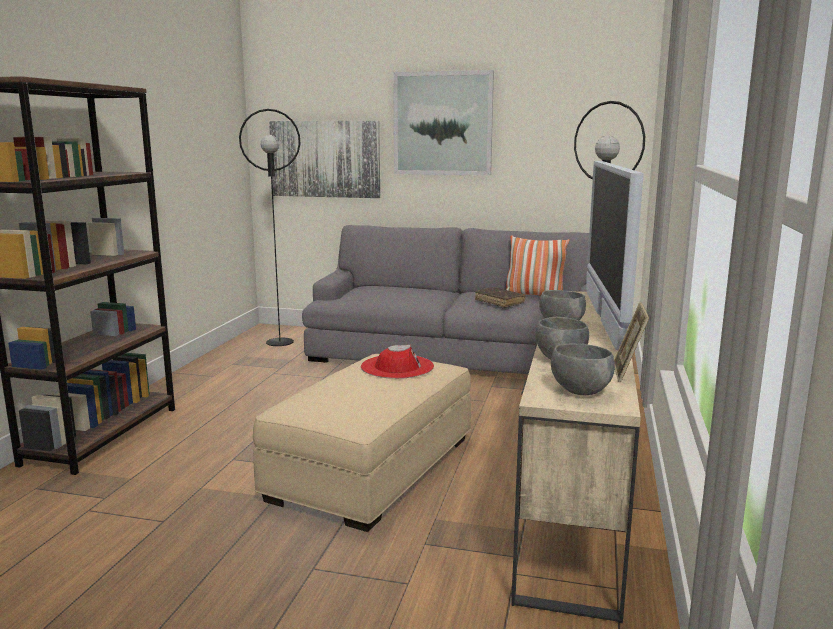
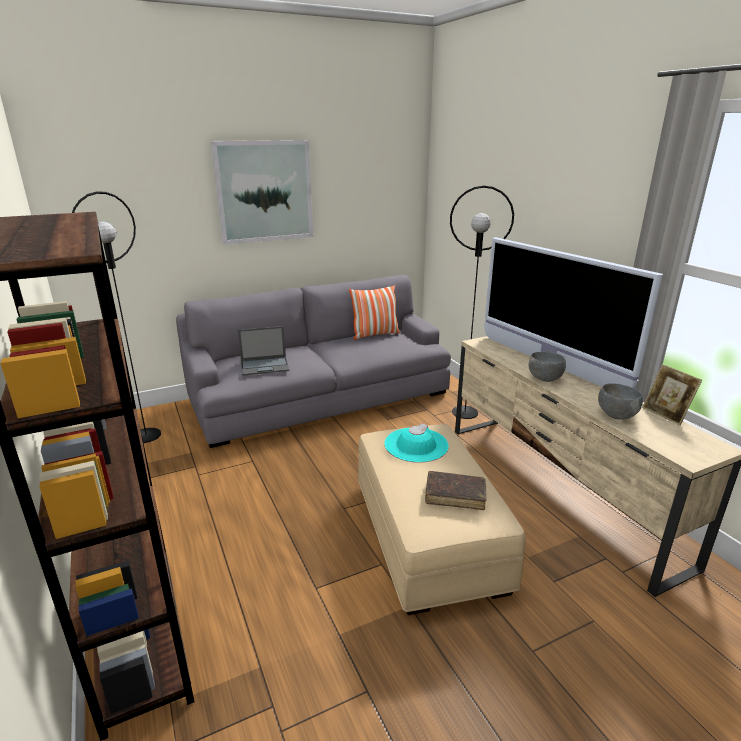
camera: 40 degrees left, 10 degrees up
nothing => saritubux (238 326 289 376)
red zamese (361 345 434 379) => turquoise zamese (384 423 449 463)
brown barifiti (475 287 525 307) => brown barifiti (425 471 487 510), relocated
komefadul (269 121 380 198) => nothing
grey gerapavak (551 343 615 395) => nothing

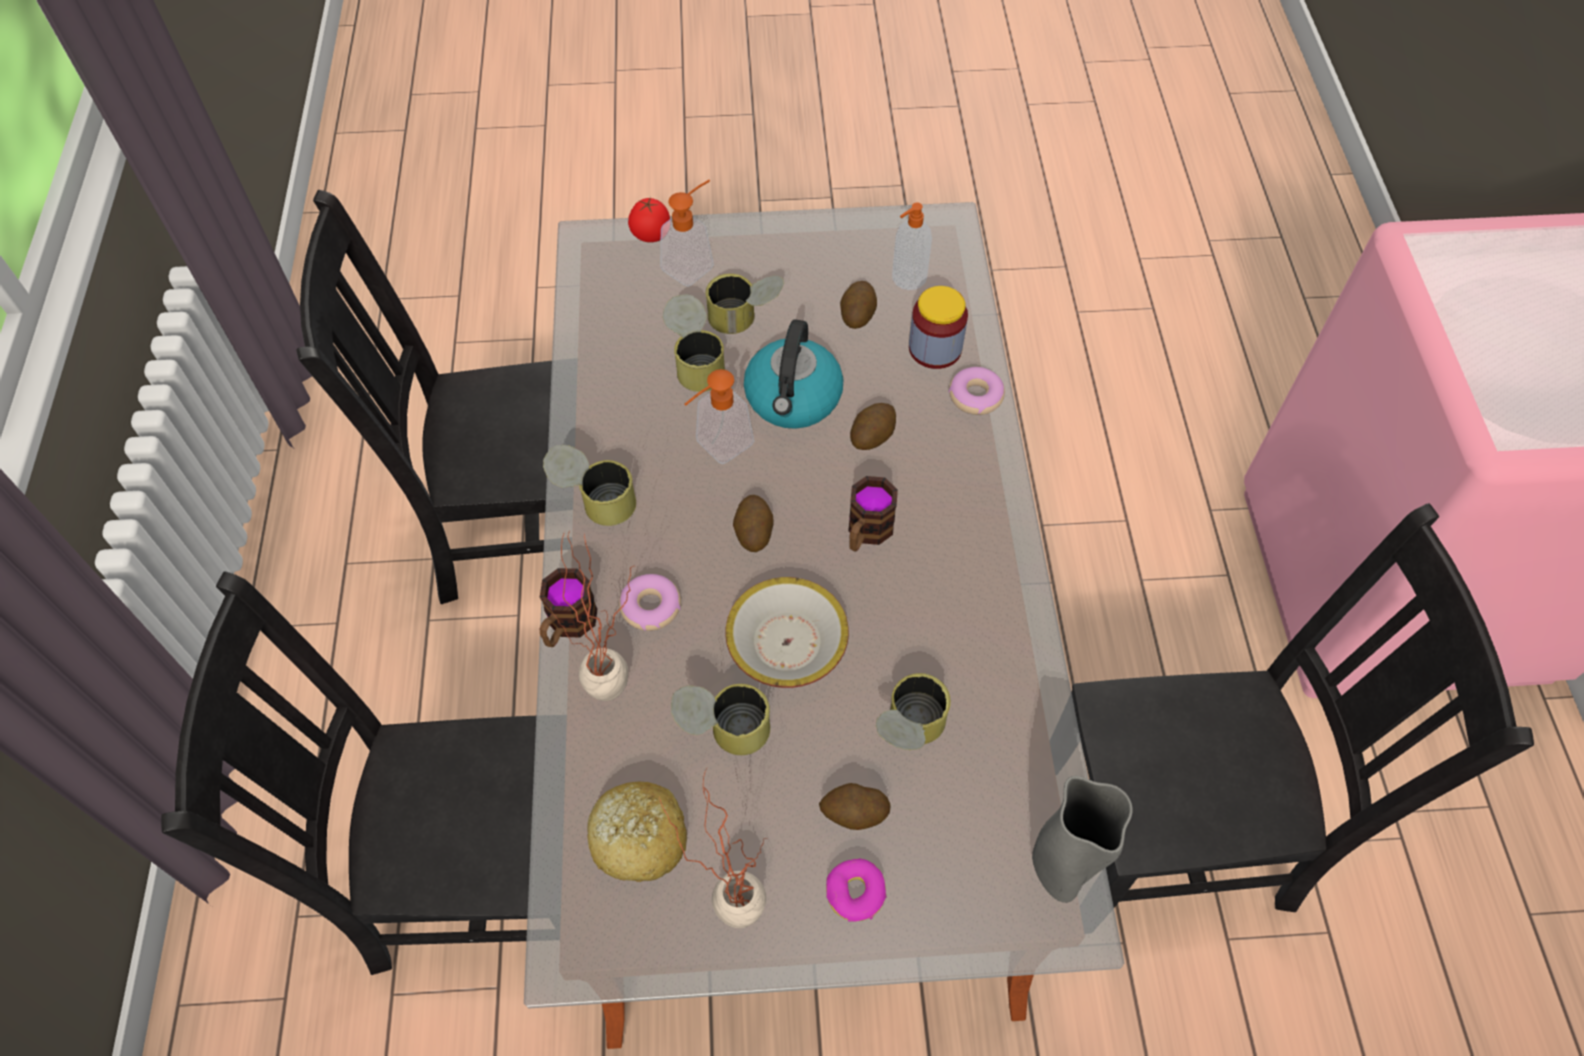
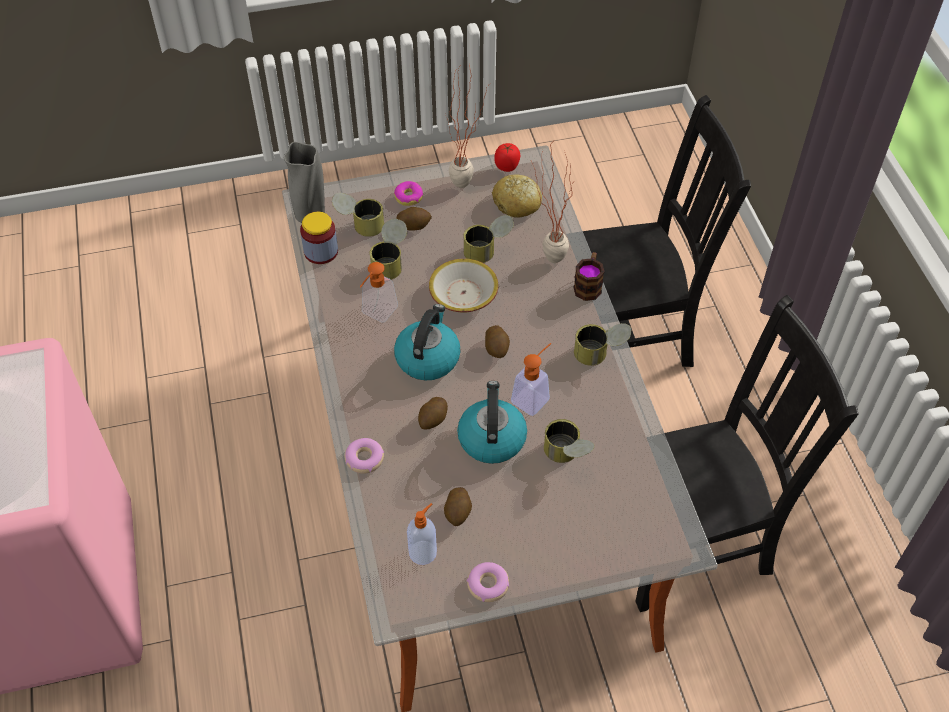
camera: 170 degrees right, 5 degrees down
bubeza (909 286 968 369) => bubeza (300 212 338 264), relocated
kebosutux (706 274 784 334) => kebosutux (332 193 384 237), relocated
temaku (660 180 714 287) => temaku (360 262 398 323), relocated
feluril (848 476 898 552) => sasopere (394 304 460 381)
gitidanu (619 574 681 631) => gitidanu (467 562 509 602), relocated
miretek (628 197 670 242) => miretek (494 143 520 172), relocated
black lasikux (1072 503 1534 912) => nothing

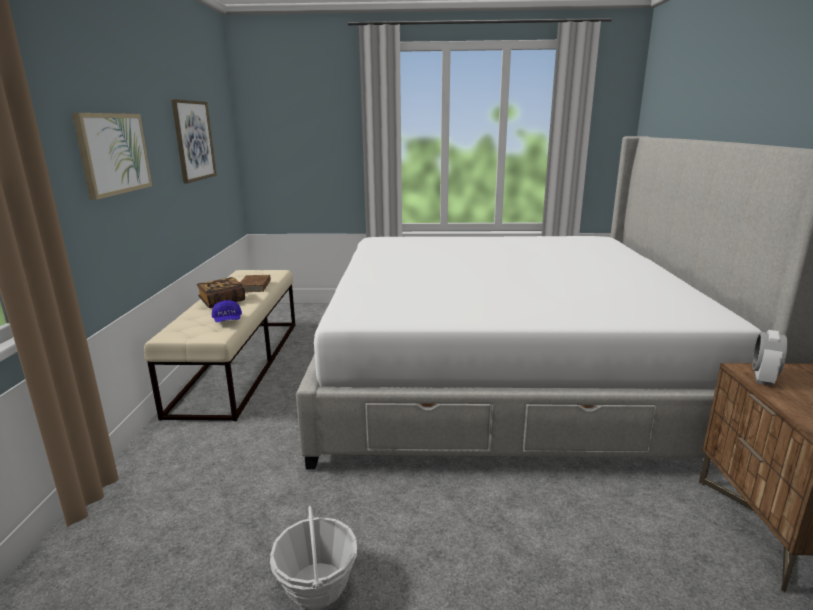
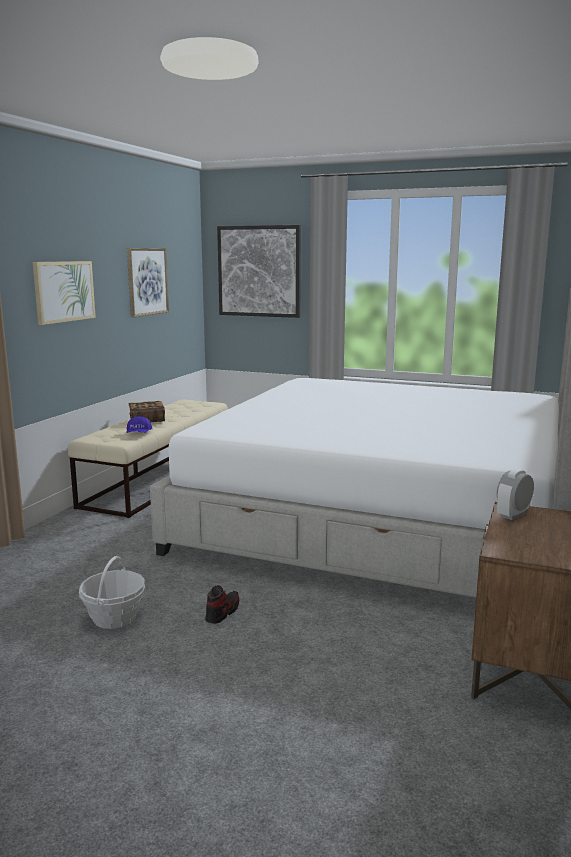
camera: 20 degrees right, 5 degrees down
nothing => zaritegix (205 585 239 624)
nothing => komefadul (217 225 301 318)
brown barifiti (240 275 271 292) => nothing

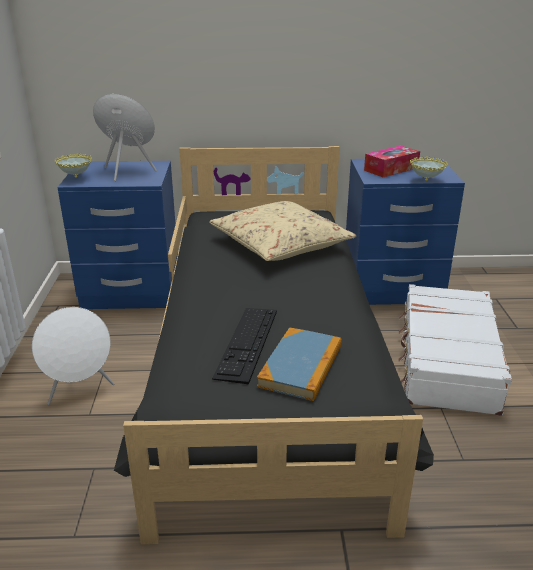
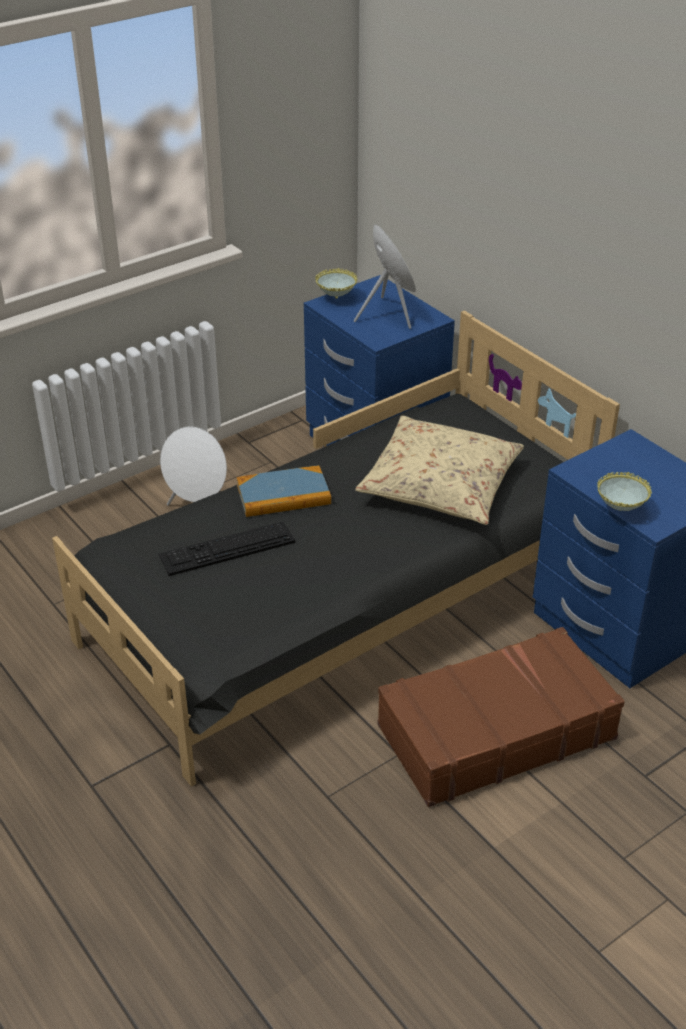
camera: 55 degrees right, 10 degrees up
barifiti (257 327 342 401) => barifiti (236 465 331 517), relocated
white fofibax (398 284 512 416) => brown fofibax (378 627 625 807)
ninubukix (364 146 420 177) => nothing

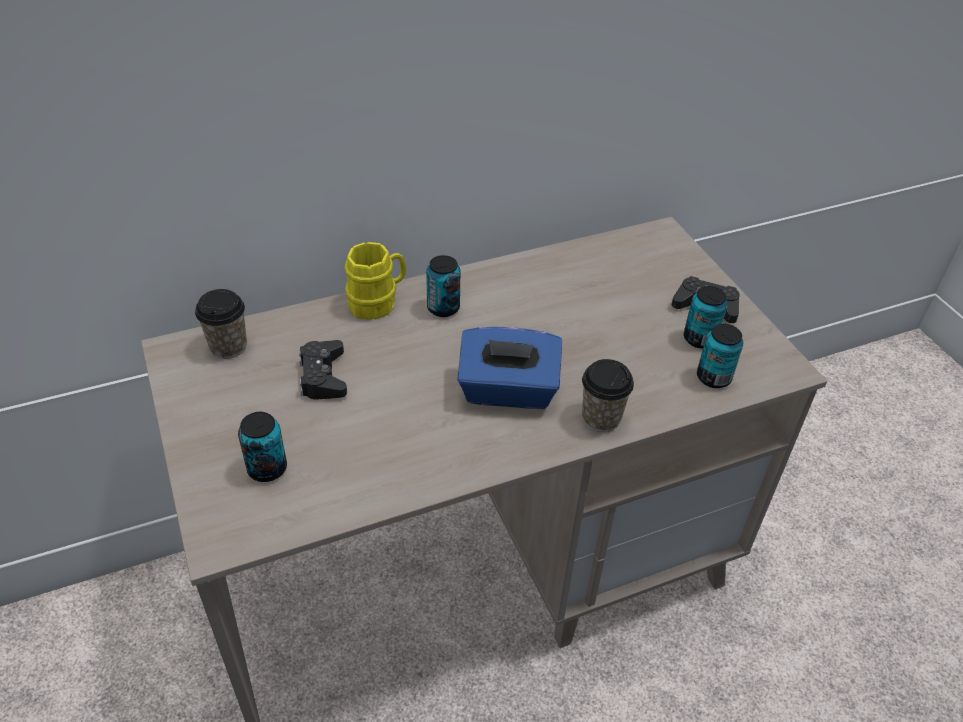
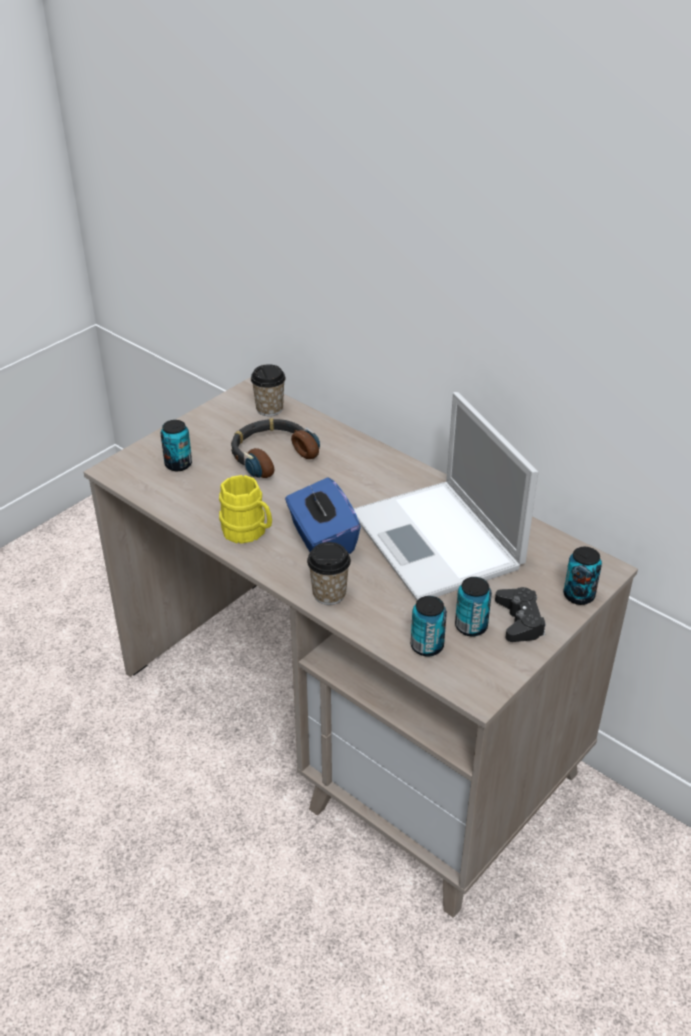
camera: 65 degrees right, 5 degrees down
yellow feluril (344 242 406 320) => yellow feluril (219 475 272 544), relocated
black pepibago (299 340 347 400) => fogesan (231 418 320 478)
nothing => saritubux (353 392 538 601)
kebosutux (426 255 460 317) => kebosutux (563 547 602 605), relocated

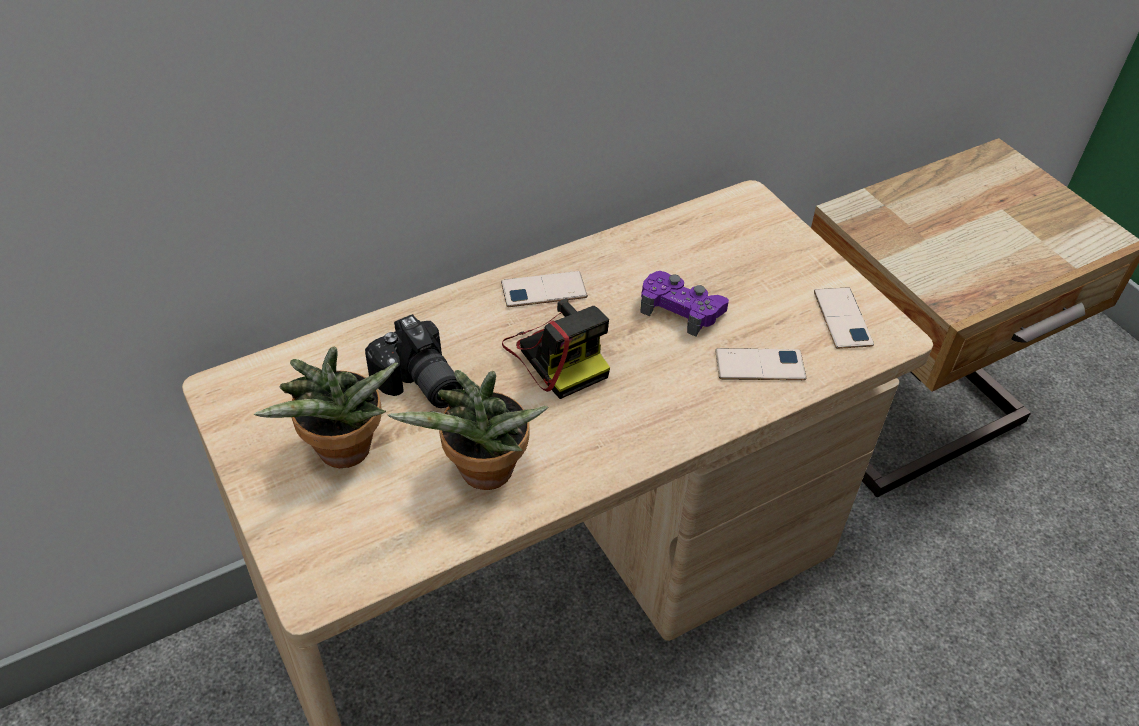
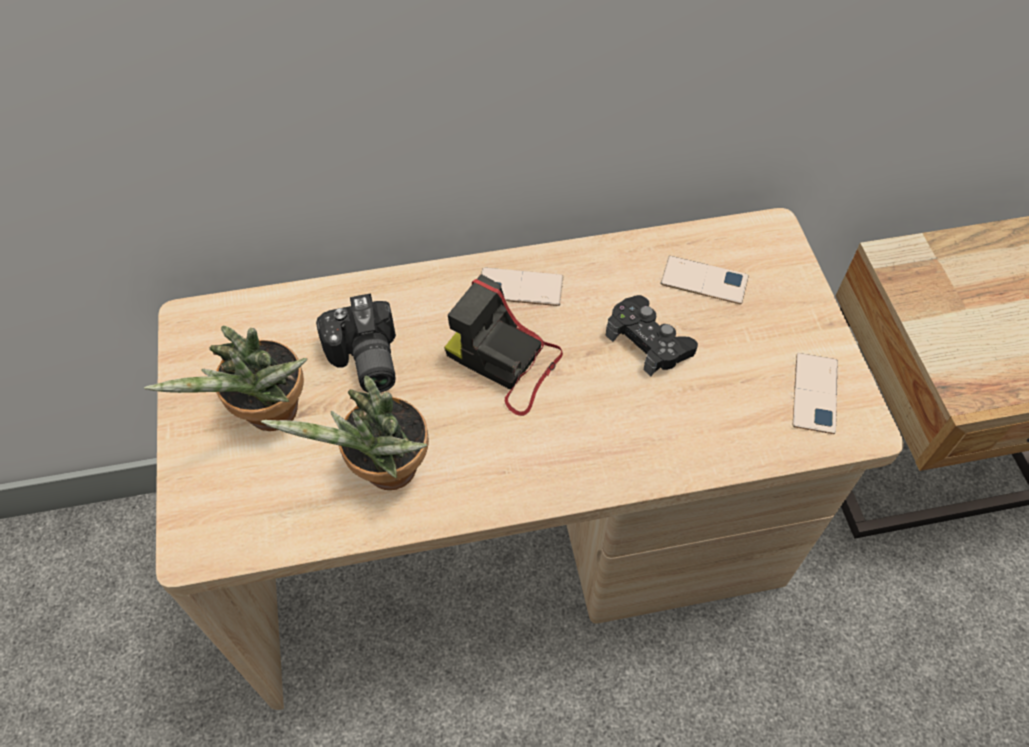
camera: 20 degrees right, 10 degrees up
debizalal (502 298 610 399) => debizalal (444 274 563 416), 135 degrees clockwise
purple pepibago (640 271 729 337) => black pepibago (606 295 698 376)
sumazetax (715 348 806 380) => sumazetax (660 256 749 304), relocated

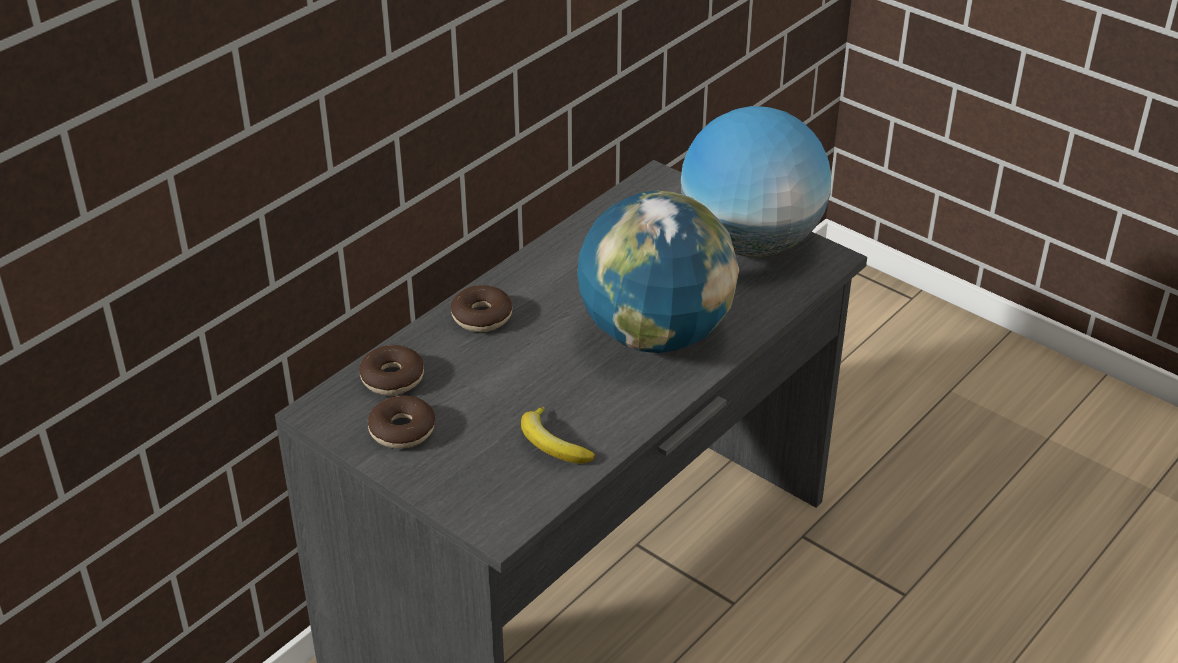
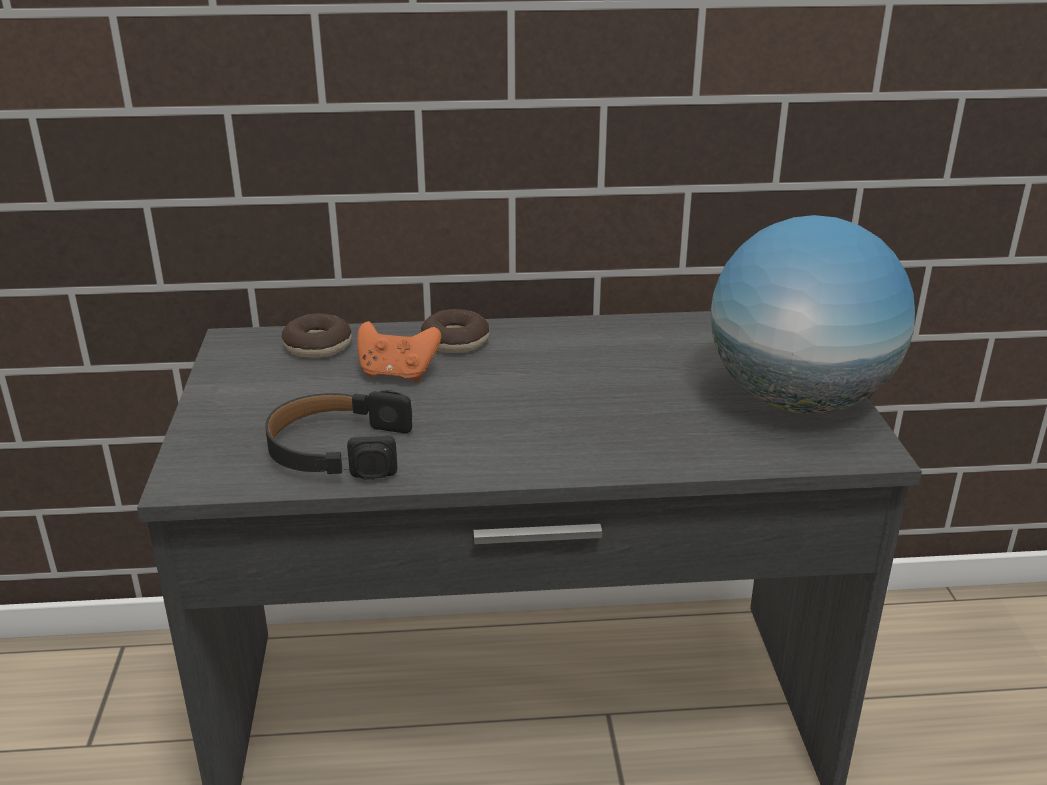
camera: 45 degrees right, 10 degrees down
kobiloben (521 406 595 463) => black fogesan (265 390 412 480)
nothing => orange pepibago (357 321 441 382)
gitidanu (368 395 435 449) => nothing
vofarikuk (577 191 739 353) => nothing

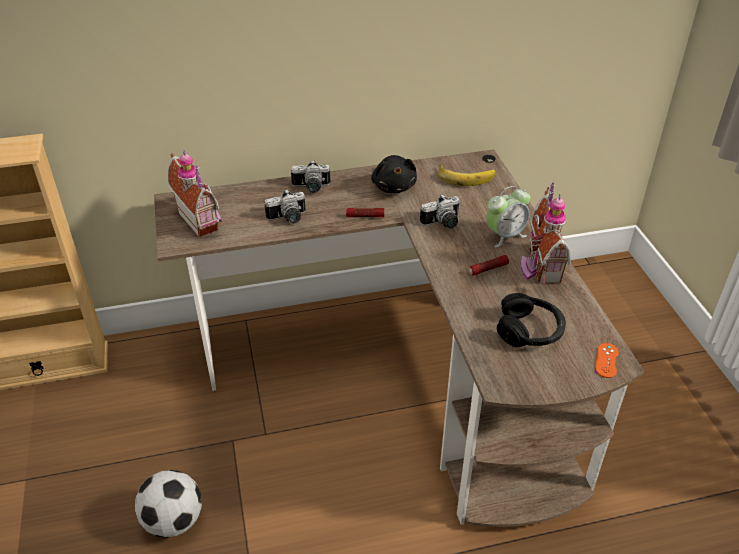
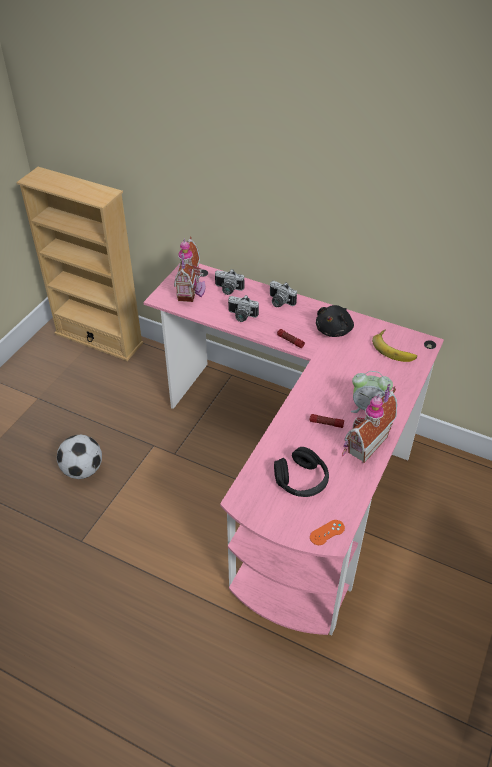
camera: 40 degrees right, 5 degrees up
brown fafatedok (154 150 644 527) => pink fafatedok (144 264 444 635)
debizalal (420 194 460 228) => debizalal (215 269 244 295), relocated

